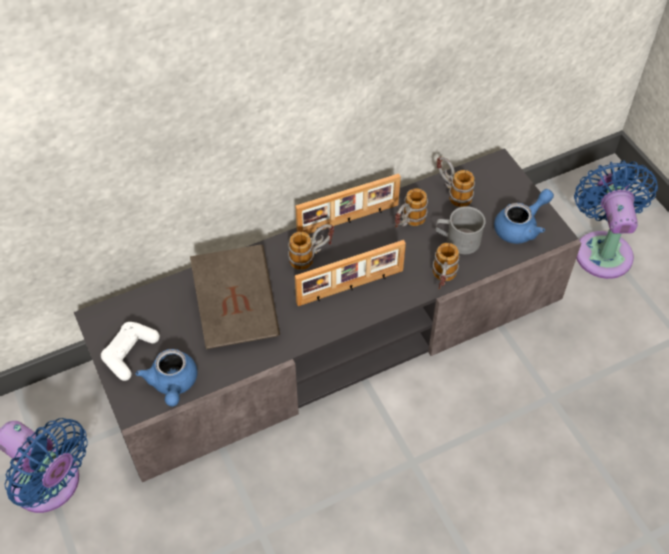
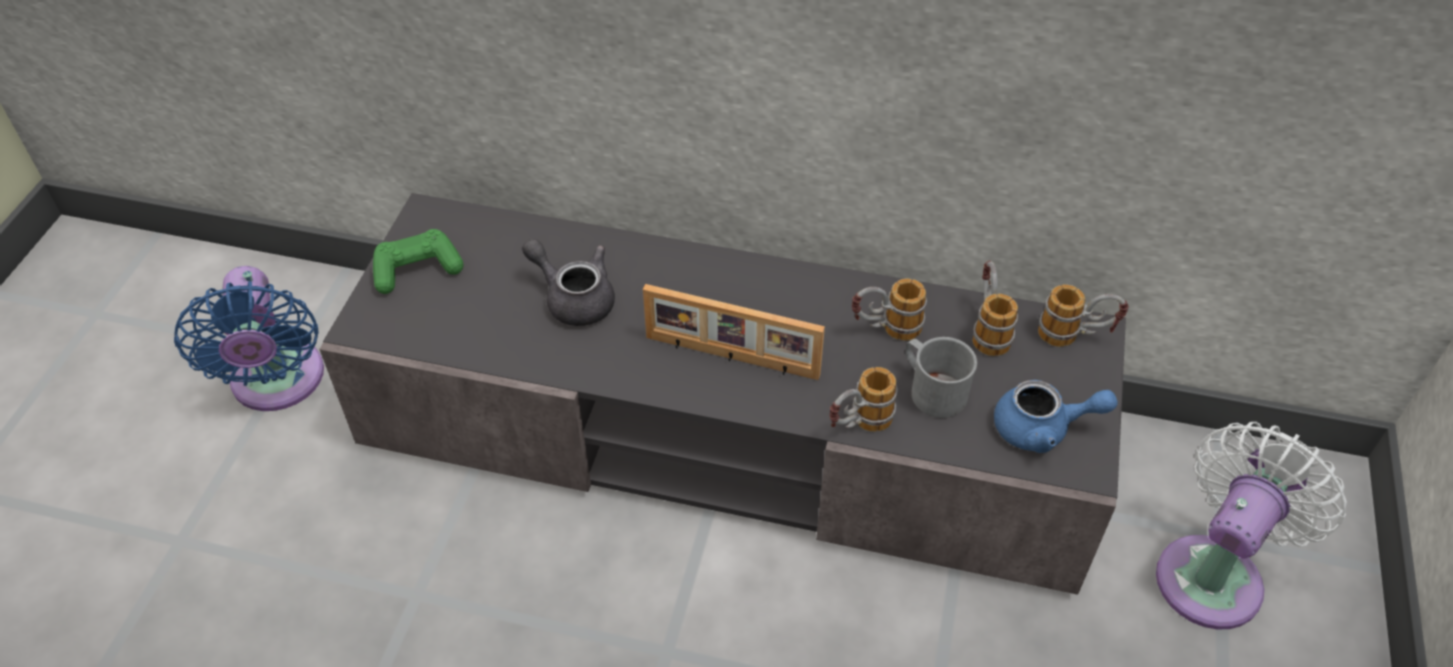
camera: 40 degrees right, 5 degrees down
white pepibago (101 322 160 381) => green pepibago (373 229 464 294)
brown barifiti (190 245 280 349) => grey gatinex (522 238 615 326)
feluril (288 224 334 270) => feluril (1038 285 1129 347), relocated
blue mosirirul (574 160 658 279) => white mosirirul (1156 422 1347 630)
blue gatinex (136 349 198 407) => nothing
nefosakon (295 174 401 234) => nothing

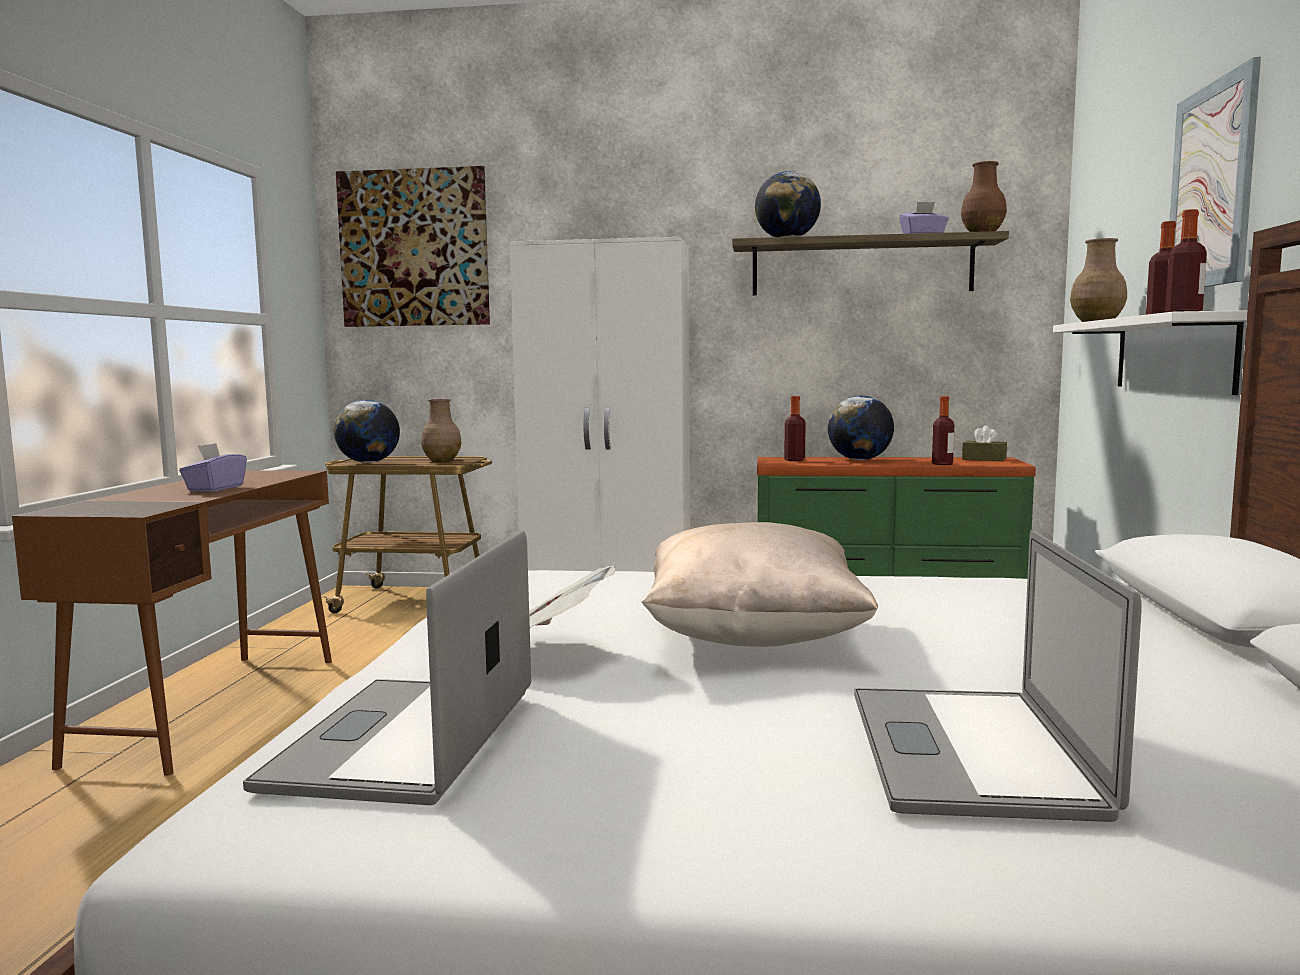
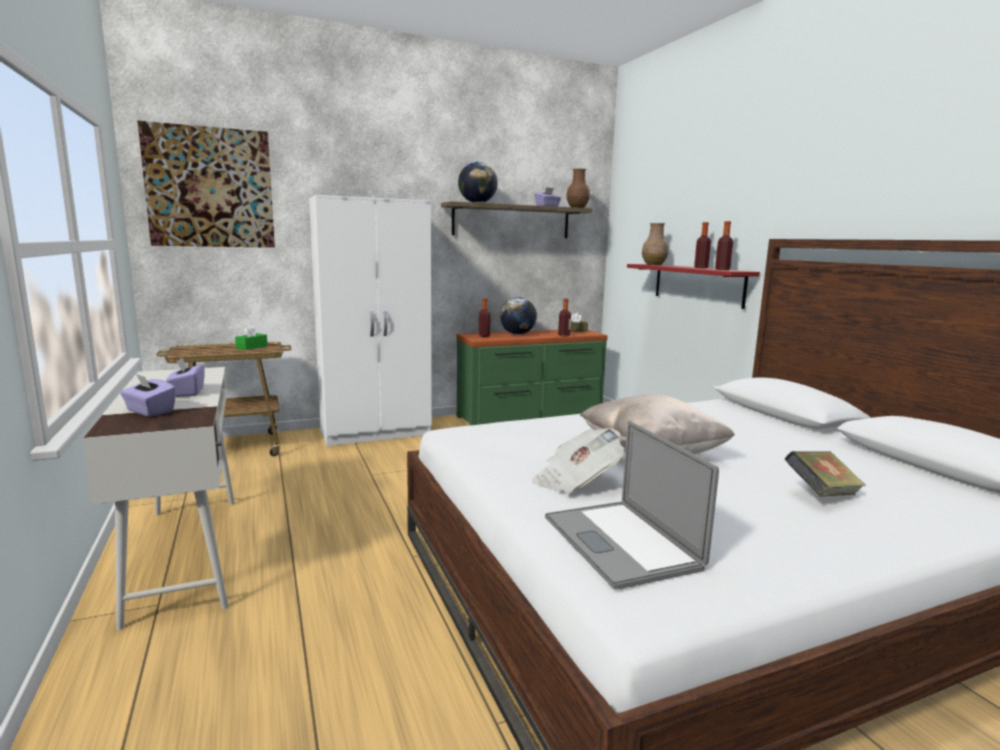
camera: 30 degrees left, 5 degrees up
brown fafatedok (12 470 332 776) => white fafatedok (83 367 235 630)
nothing => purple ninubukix (120 373 176 417)
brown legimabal (421 399 461 462) => green ninubukix (235 324 268 350)
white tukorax (1053 310 1247 395) => red tukorax (627 264 760 309)
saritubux (854 530 1142 822) => barifiti (785 451 866 496)
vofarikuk (334 400 400 463) => nothing
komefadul (1170 57 1261 287) => nothing

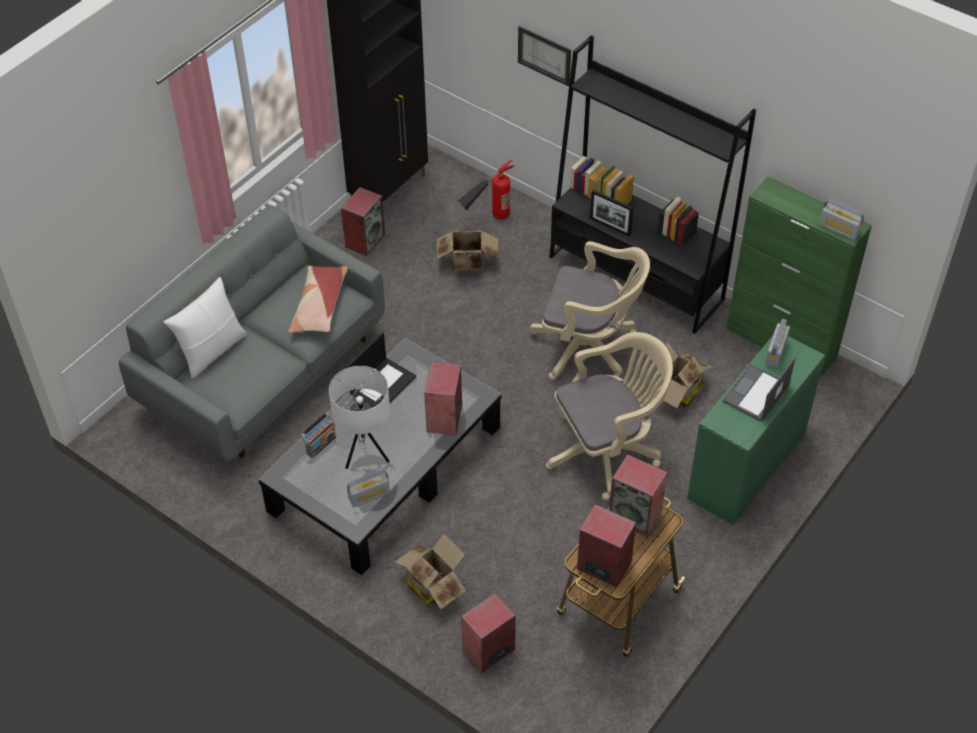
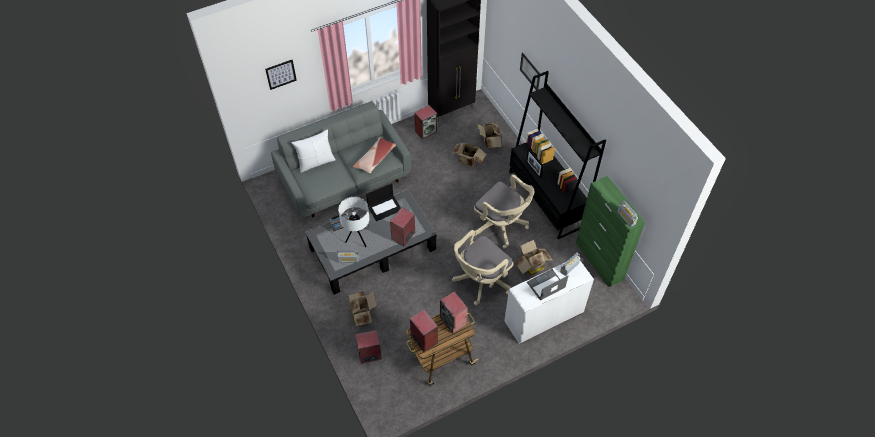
camera: 25 degrees right, 5 degrees up
nothing => komefadul (265 60 297 90)
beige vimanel (546 332 673 500) => beige vimanel (452 230 513 305), 135 degrees clockwise
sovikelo (457 159 515 220) => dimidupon (477 122 502 148)
green fafatedok (687 336 825 525) => white fafatedok (504 261 594 344)

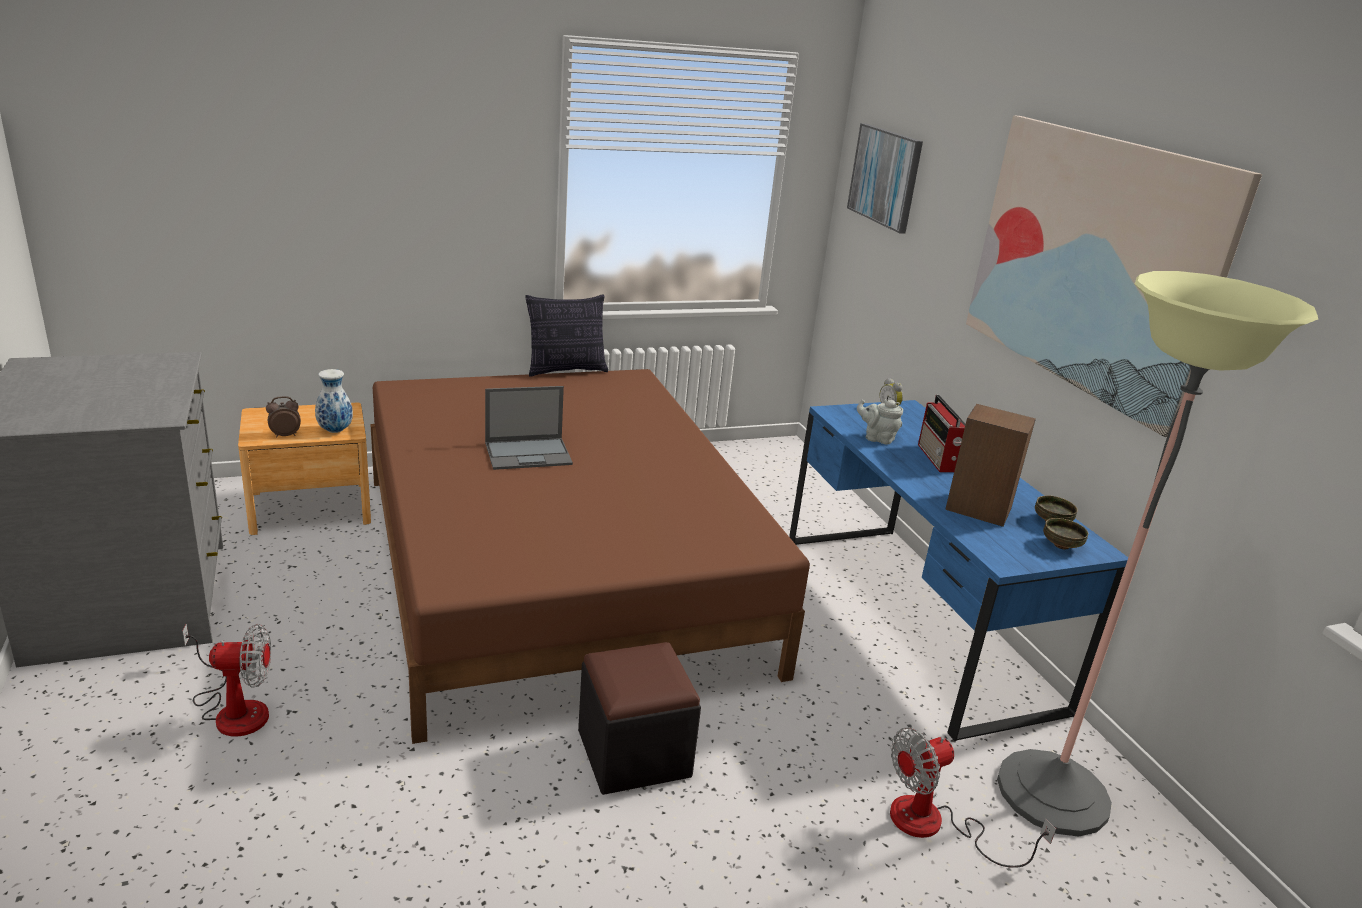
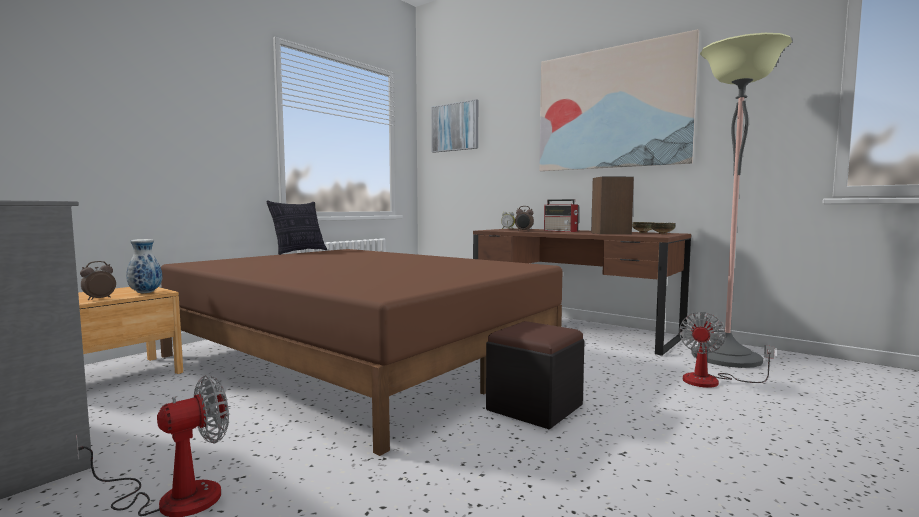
camera: 30 degrees left, 20 degrees down
blue fafatedok (789 400 1128 742) => brown fafatedok (473 228 691 356)
grey gatinex (857 399 903 445) => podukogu (515 206 534 231)
saritubux (485 386 573 470) => nothing

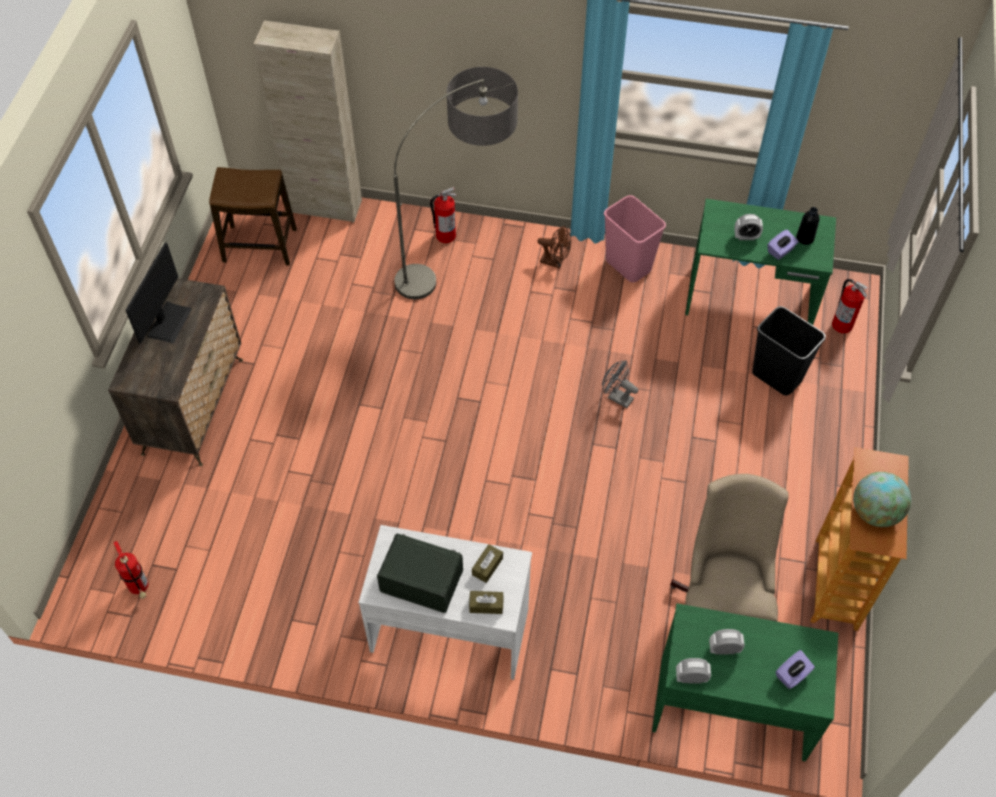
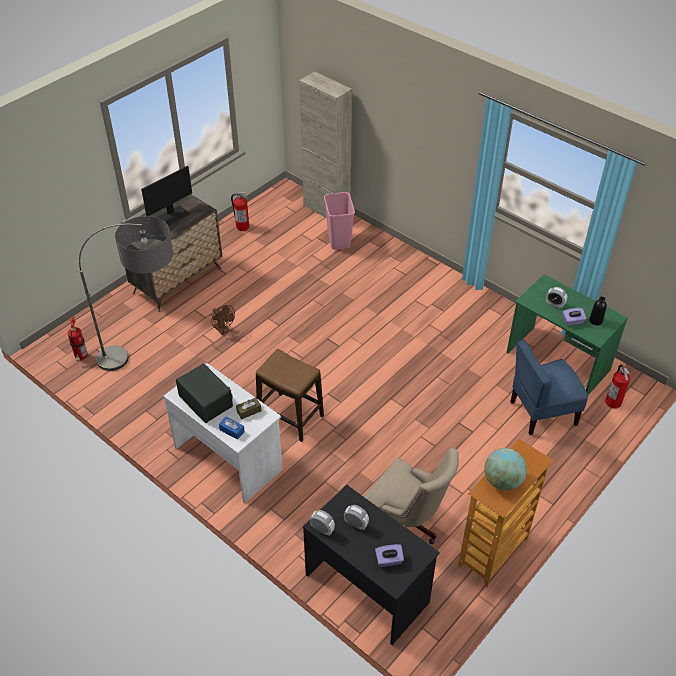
camera: 30 degrees right, 10 degrees down
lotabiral (394 67 518 299) => lotabiral (79 216 173 371), relocated
brown mosirirul (537 226 571 268) => brown mosirirul (211 305 235 335), relocated
brown ninubukix (469 591 504 614) => blue ninubukix (219 416 245 440)
sovikelo (430 187 457 243) => sovikelo (231 192 249 231), relocated
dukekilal (209 167 297 266) => dukekilal (256 349 324 442), relocated
green fafatedok (652 603 838 762) => black fafatedok (303 485 440 645)
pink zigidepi (604 195 666 282) => pink zigidepi (324 192 355 250), relocated
beige vimanel (670 474 789 621) => beige vimanel (364 448 459 544), 90 degrees clockwise
black zigidepi (752 306 826 395) => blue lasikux (510 340 588 435)
grey mosirirul (602 360 638 408) => nothing

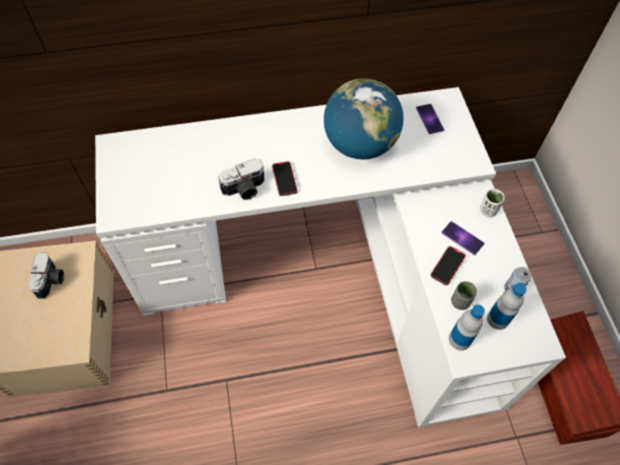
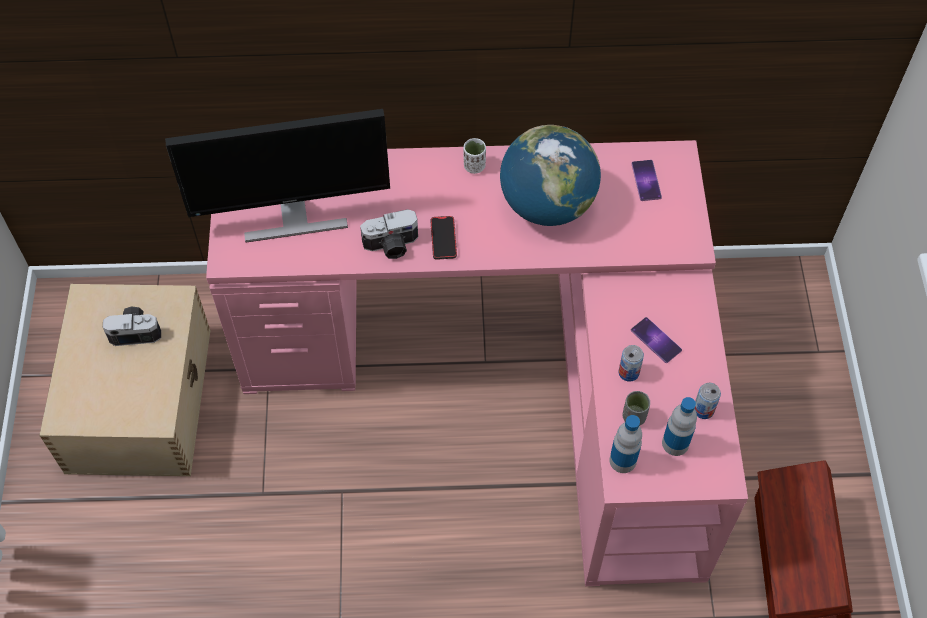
camera: 10 degrees right, 0 degrees up
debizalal (29 252 64 299) => debizalal (103 306 161 346), 105 degrees counterclockwise
nothing => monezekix (165 109 390 243)
white fafatedok (95 87 566 427) => pink fafatedok (206 140 748 586)
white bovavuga (480 189 505 217) => white bovavuga (464 138 486 174), relocated
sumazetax (431 246 466 285) => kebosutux (619 345 644 382)

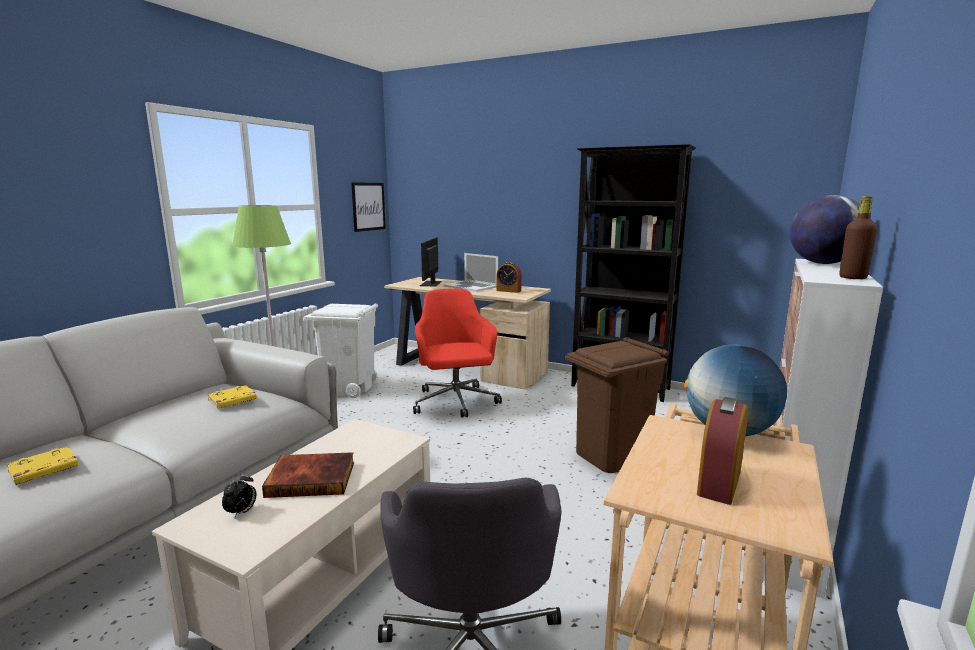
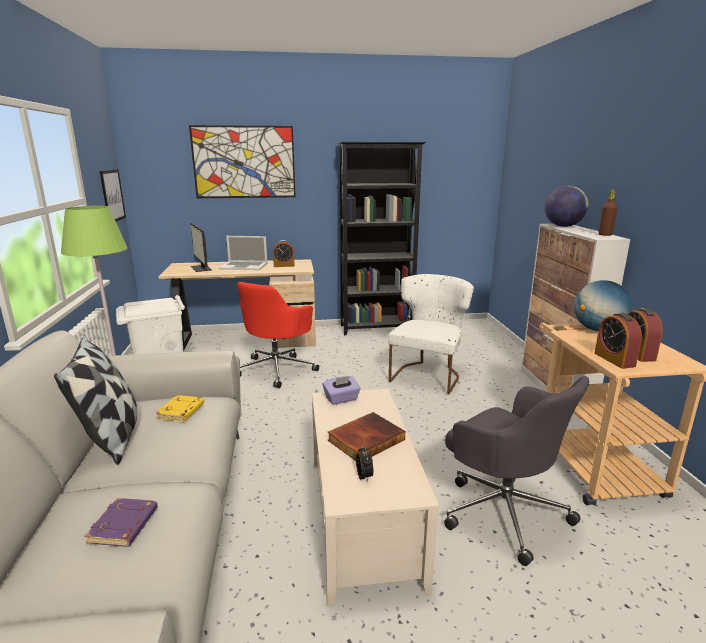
camera: 35 degrees left, 5 degrees up
nothing => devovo (54 335 137 465)
yellow barifiti (6 446 79 485) => purple barifiti (85 498 158 547)
nothing => komefadul (189 125 296 198)
red vimanel (413 289 502 418) => red vimanel (237 282 319 388), 105 degrees counterclockwise
nothing => purple ninubukix (323 376 361 405)
brown zigidepi (565 337 669 473) => white lasikux (388 274 474 394)
nothing => podukogu (594 313 642 369)

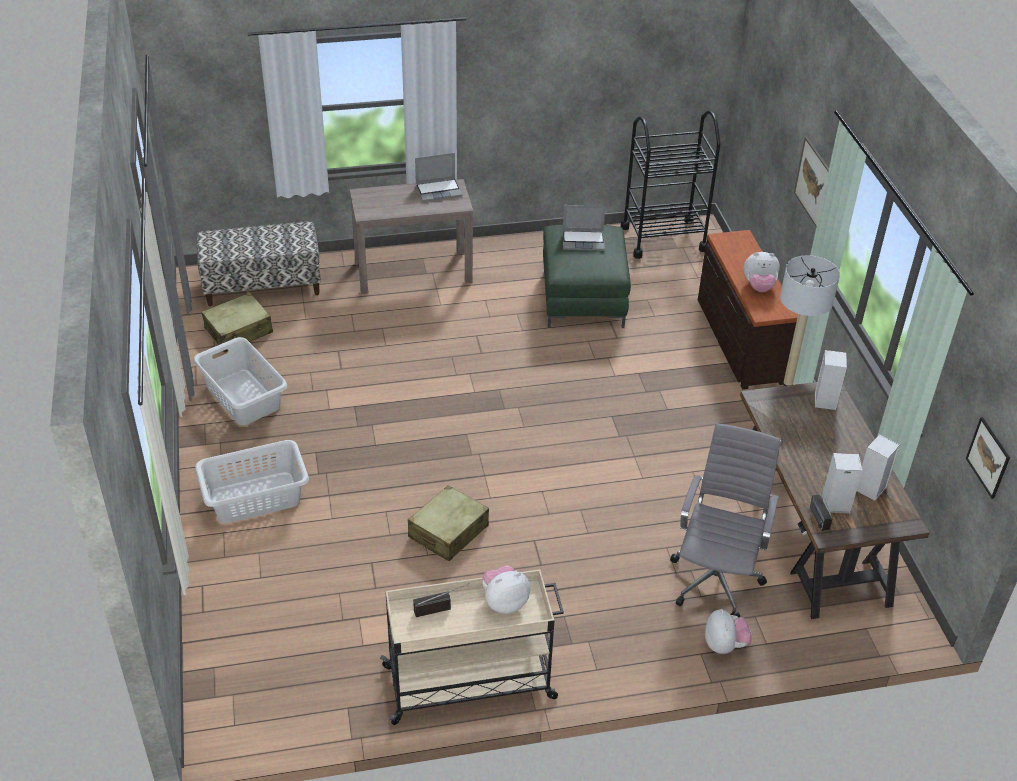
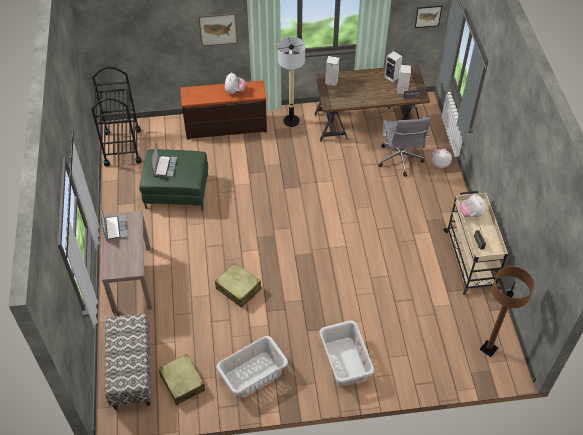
camera: 85 degrees left, 10 degrees up
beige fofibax (408 485 489 561) => beige fofibax (215 263 262 308), relocated
grey vimanel (670 423 781 617) => grey vimanel (378 117 430 177), 120 degrees counterclockwise
nothing => brown lotabiral (480 266 534 357)

